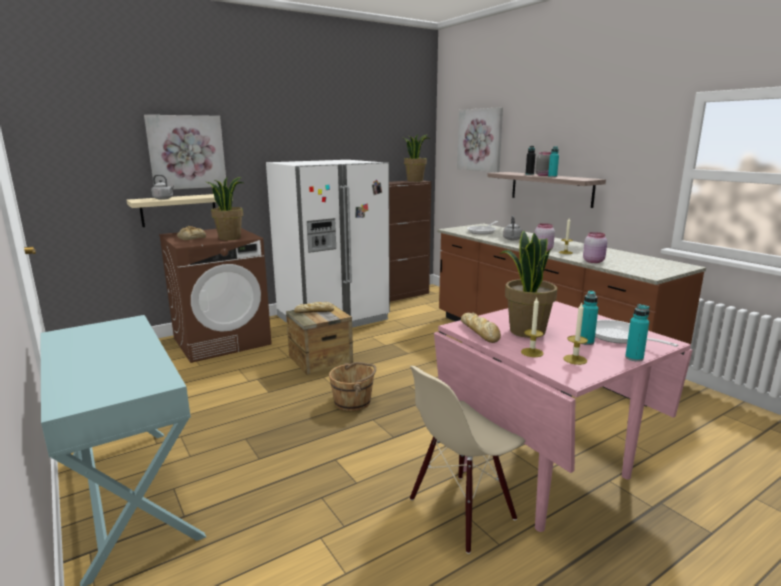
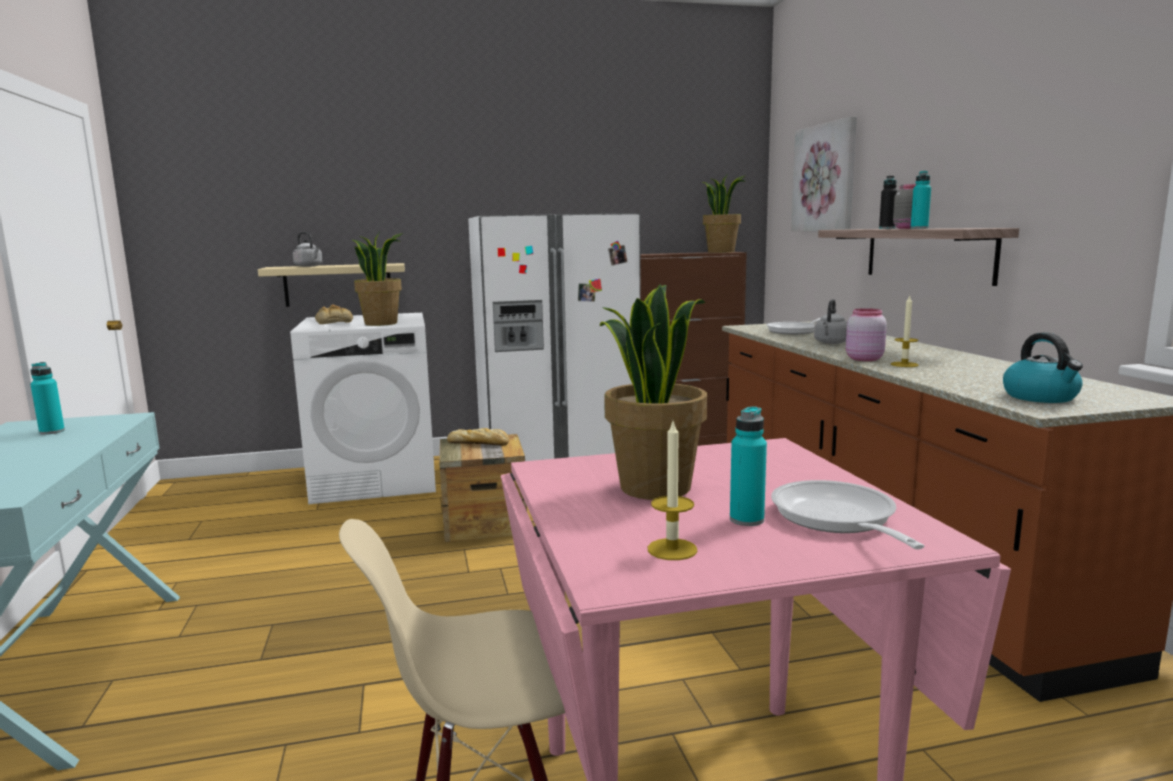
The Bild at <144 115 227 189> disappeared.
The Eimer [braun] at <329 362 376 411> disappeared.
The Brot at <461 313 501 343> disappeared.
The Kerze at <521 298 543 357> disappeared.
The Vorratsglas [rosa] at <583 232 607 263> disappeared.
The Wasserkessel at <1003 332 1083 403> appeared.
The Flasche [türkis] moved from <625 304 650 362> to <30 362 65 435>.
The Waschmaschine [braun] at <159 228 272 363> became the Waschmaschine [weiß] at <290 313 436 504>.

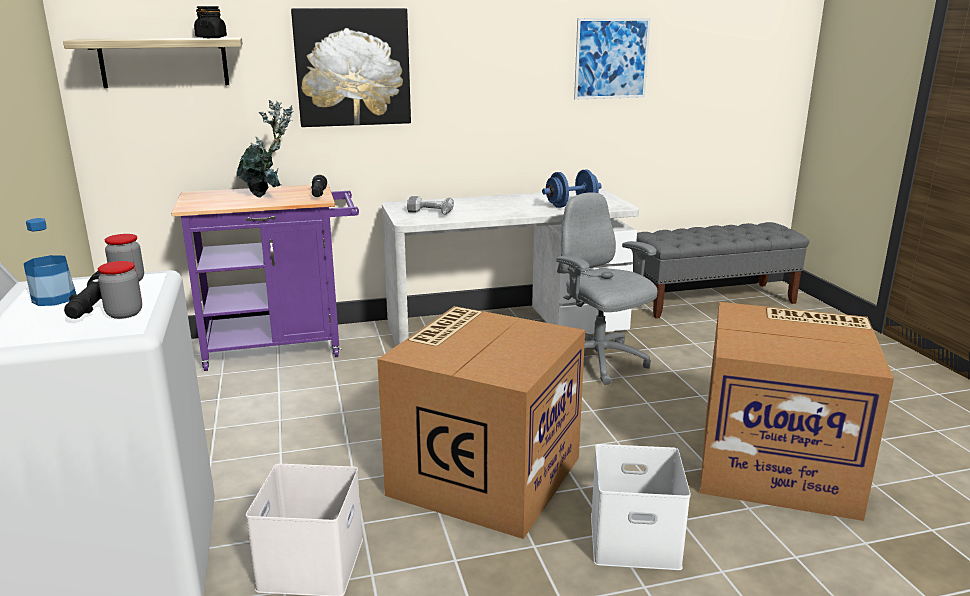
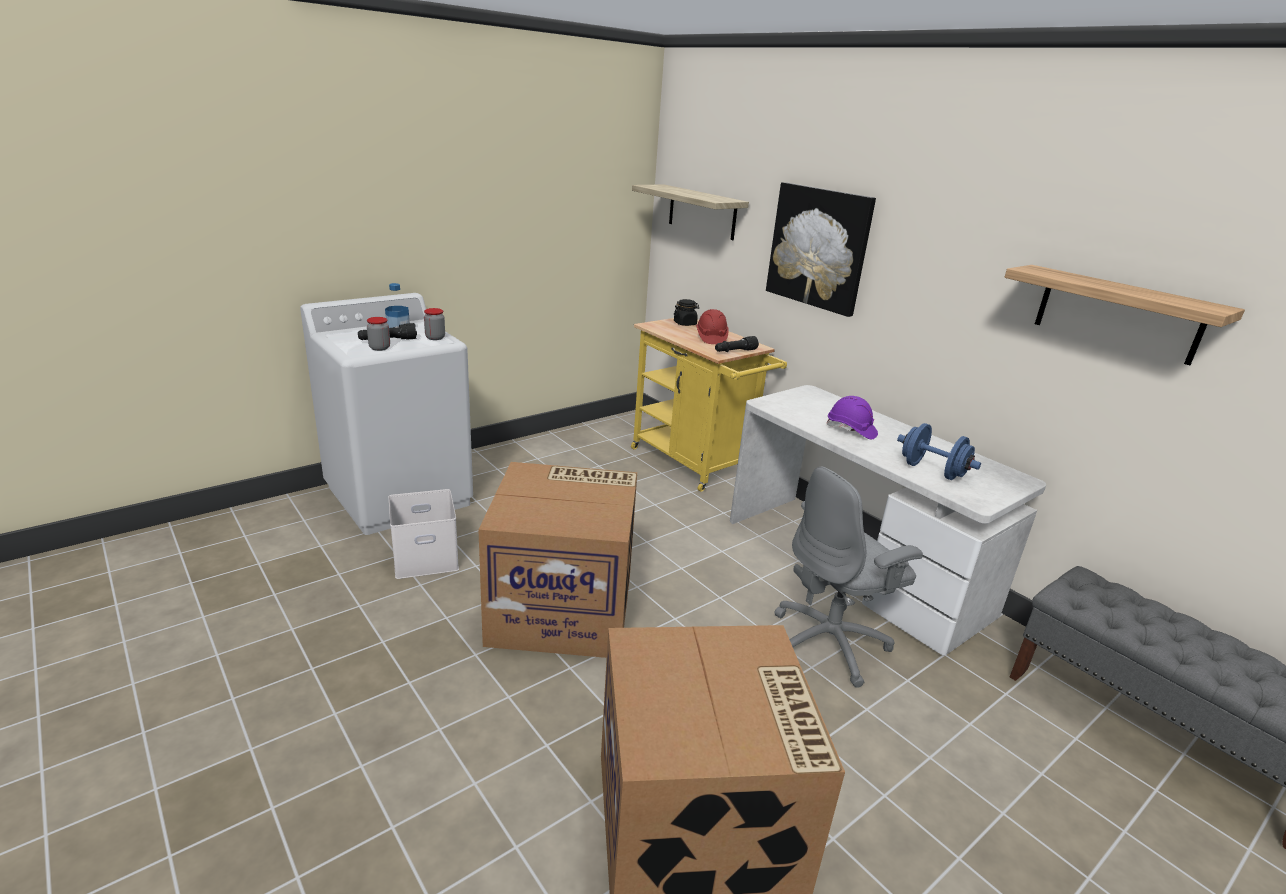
The Bohrmaschine at <407 196 454 215> disappeared.
The Aufbewahrungsbox [weiß] at <591 444 690 570> disappeared.
The Schutzhelm [lila] at <827 396 878 439> appeared.
The Vorratsglas [schwarz] moved from <194 6 227 38> to <674 299 699 326>.
The Topfpflanze at <236 100 293 198> was replaced by the Schutzhelm [rot] at <696 309 729 344>.
The Bild at <574 18 651 100> was replaced by the Wandregal at <1004 265 1245 365>.
The Rollwagen [lila] at <172 184 359 371> became the Rollwagen [gelb] at <631 318 787 492>.
The Bürostuhl [grau] at <556 192 658 385> turned 150 degrees counterclockwise.

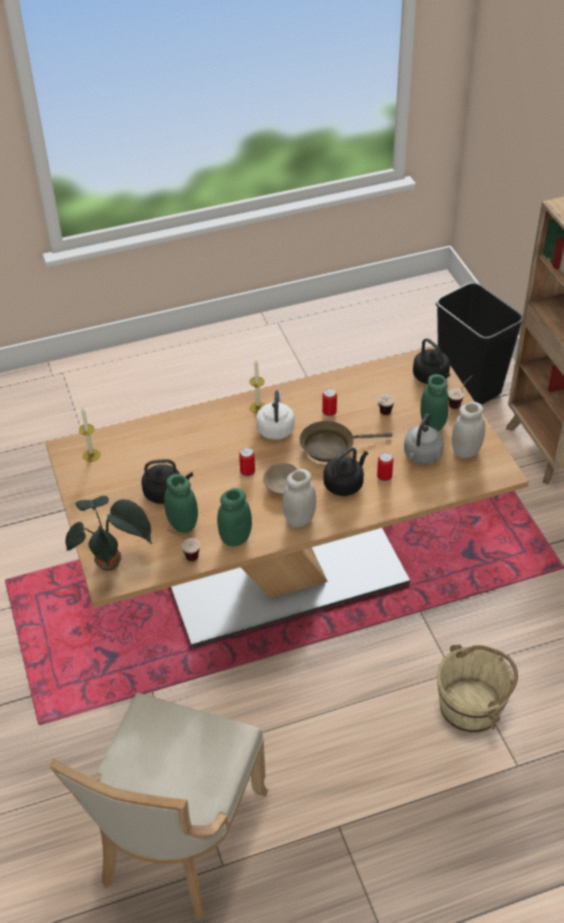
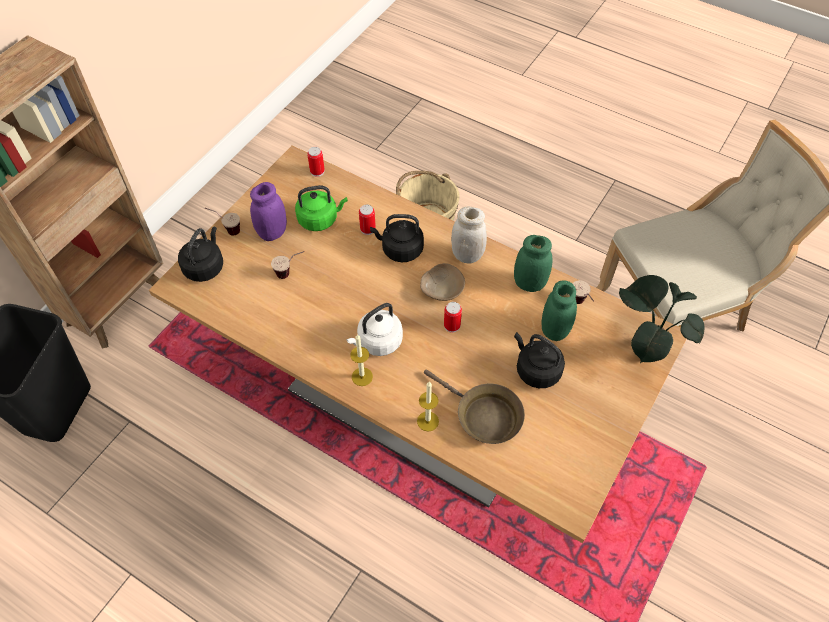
The Vorratsglas [weiß] at <452 402 485 458> disappeared.
The Kerze moved from <79 407 101 462> to <417 382 439 431>.
The Pfanne [braun] moved from <299 421 393 462> to <424 369 525 444>.
The Dose moved from <322 388 337 418> to <307 147 325 177>.
The Wasserkessel [grau] at <404 414 444 464> became the Wasserkessel [grün] at <295 185 348 231>.
The Vorratsglas [grün] at <421 374 449 431> became the Vorratsglas [lila] at <250 182 287 241>.

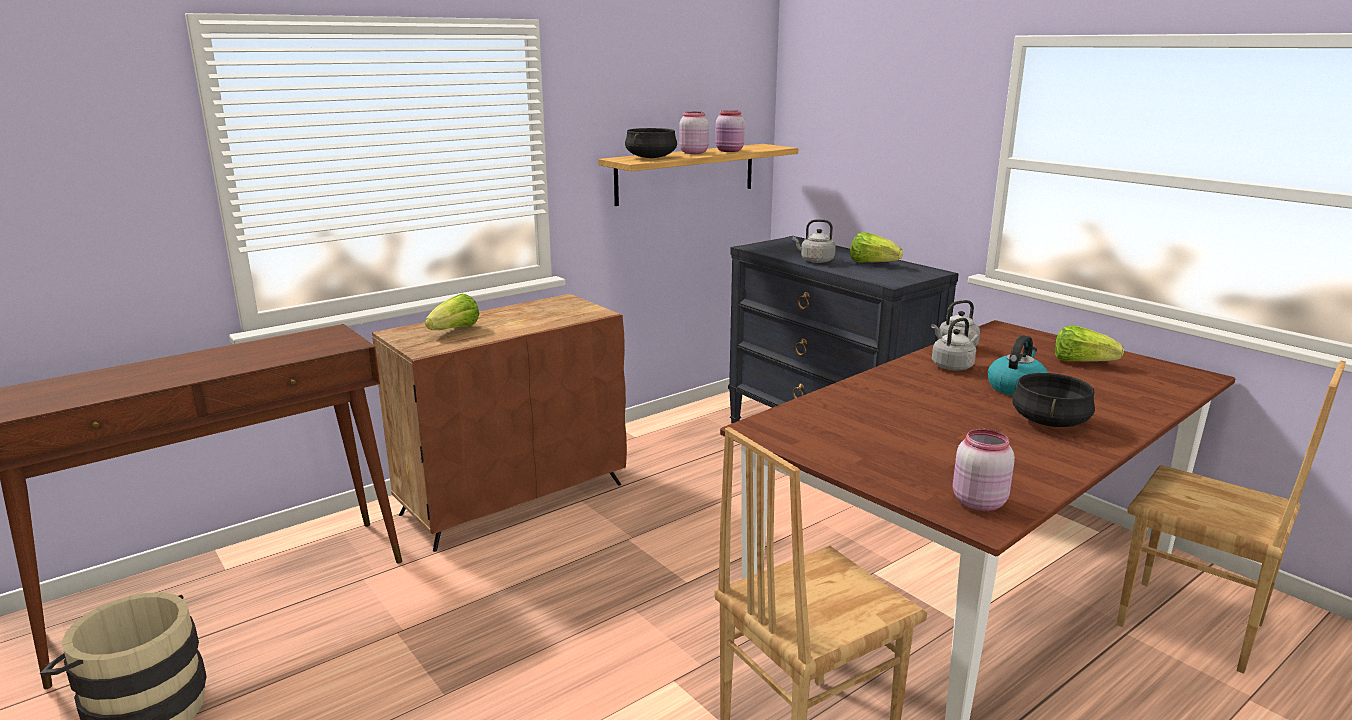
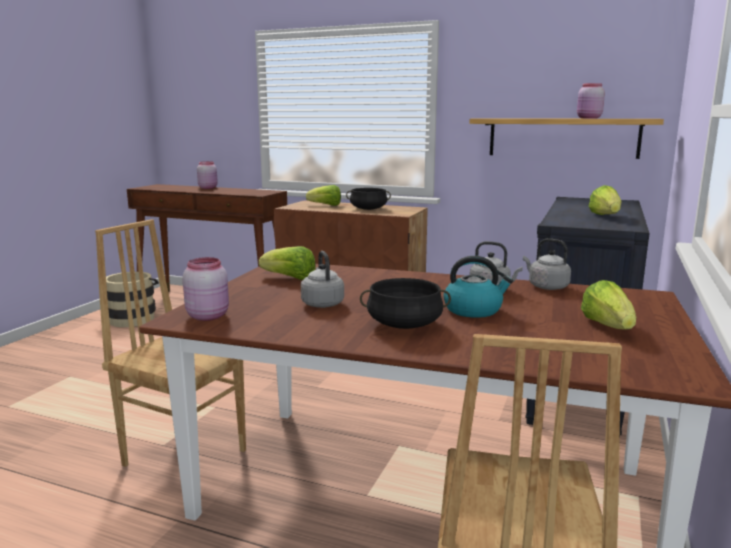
The Salatkopf at <259 246 316 280> appeared.
The Kochtopf [schwarz] moved from <625 128 677 158> to <346 188 391 210>.
The Vorratsglas [rosa] moved from <679 112 709 154> to <197 161 218 189>.
The Wasserkessel [grau] moved from <793 219 836 263> to <301 251 344 308>.

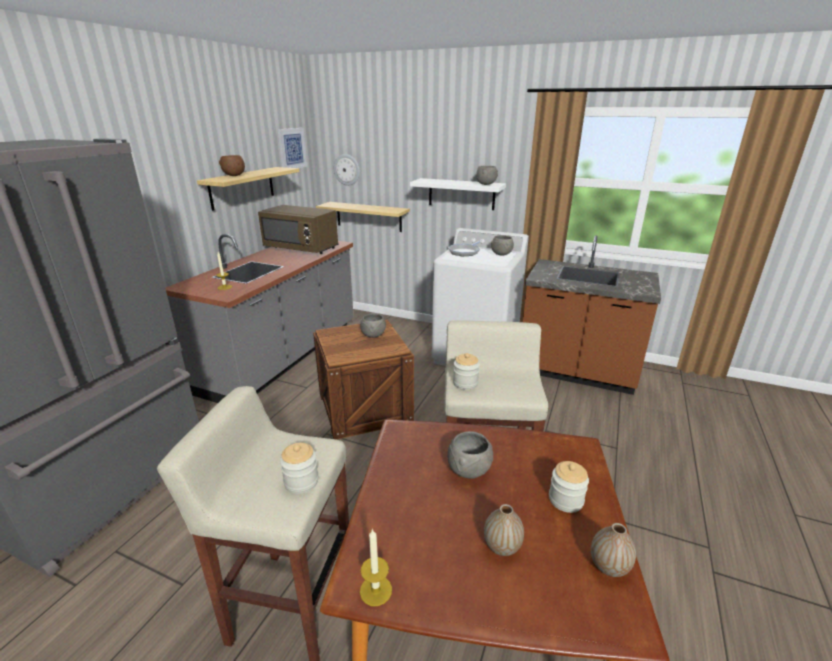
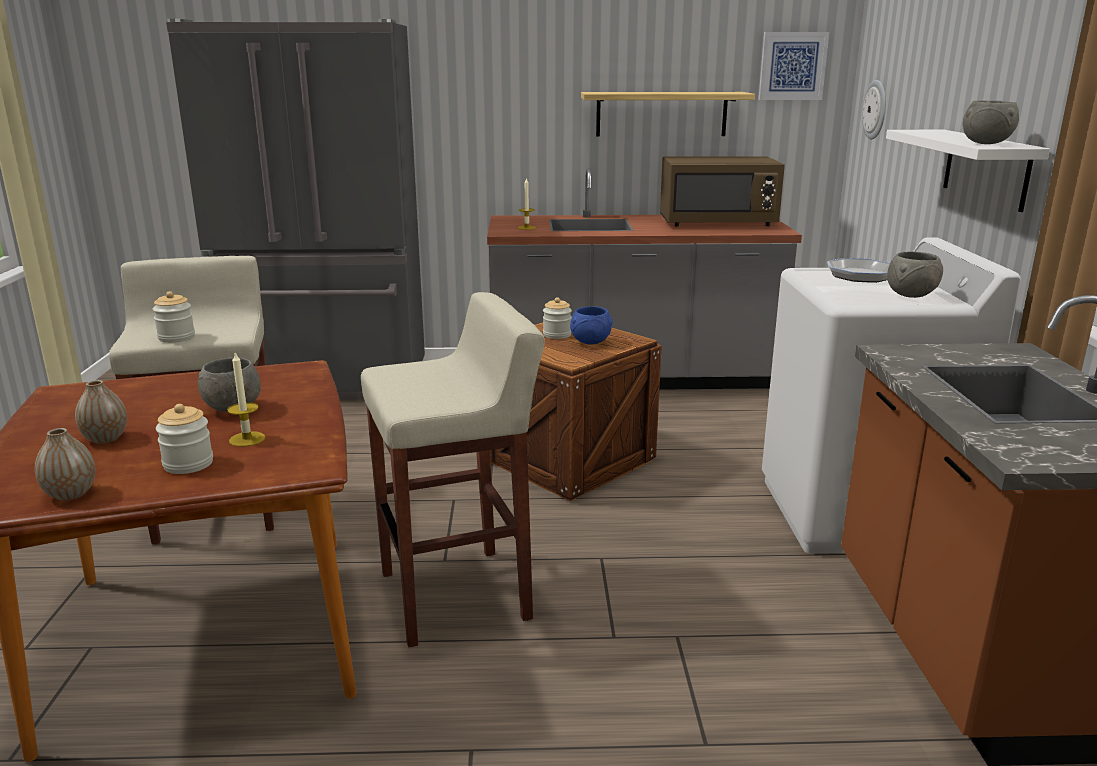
The Schüssel [braun] at <219 155 245 176> disappeared.
The Wandregal at <316 202 410 232> disappeared.
The Kerze moved from <360 528 392 606> to <227 352 265 447>.
The Vorratsglas moved from <453 353 480 390> to <543 297 572 339>.
The Schüssel [grau] at <360 313 386 338> became the Schüssel [blau] at <570 306 613 345>.
The Mikrowelle [braun] at <258 205 339 254> turned 90 degrees counterclockwise.

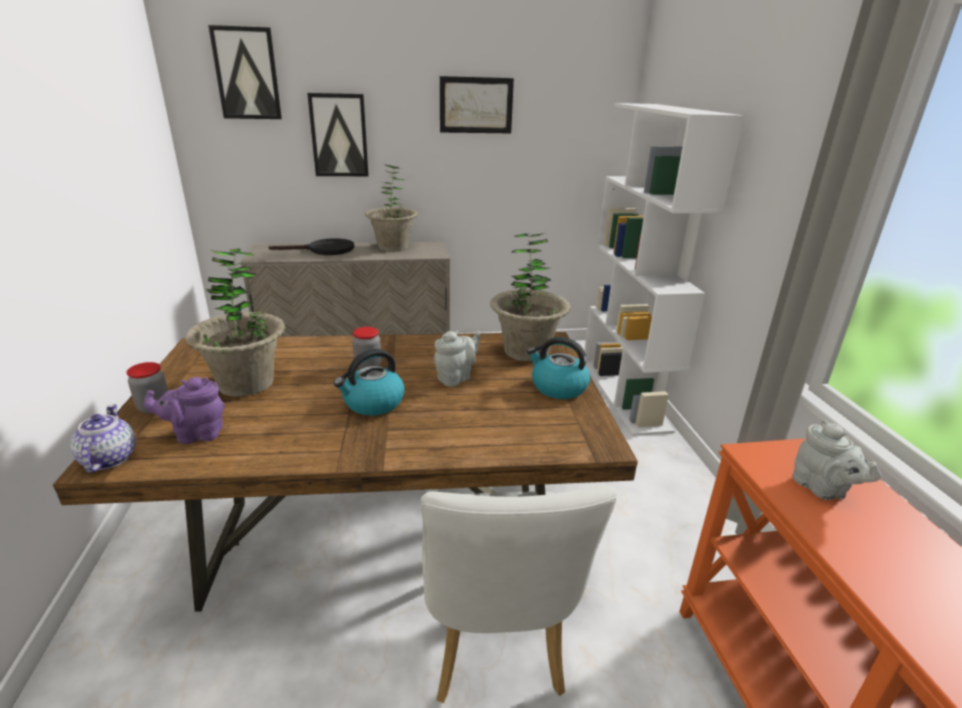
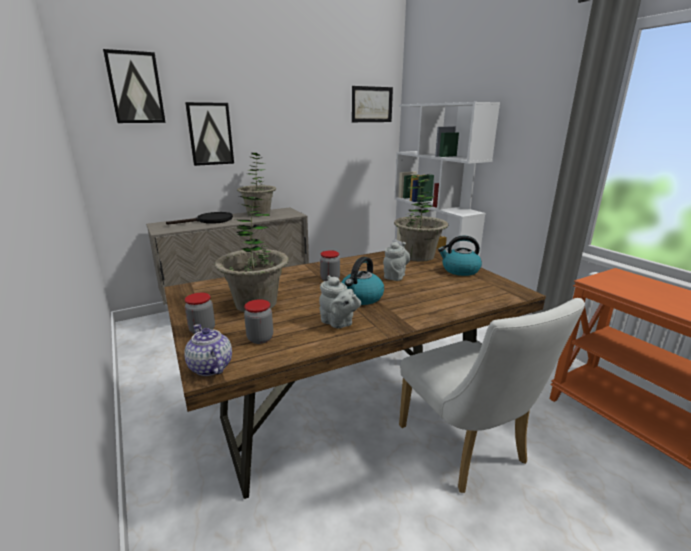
The Bild moved from <440 76 514 133> to <352 86 393 122>.
The Teekanne [grau] moved from <792 419 881 500> to <319 276 361 328>.
The Teekanne [lila] at <144 377 225 444> was replaced by the Vorratsglas at <244 299 273 344>.

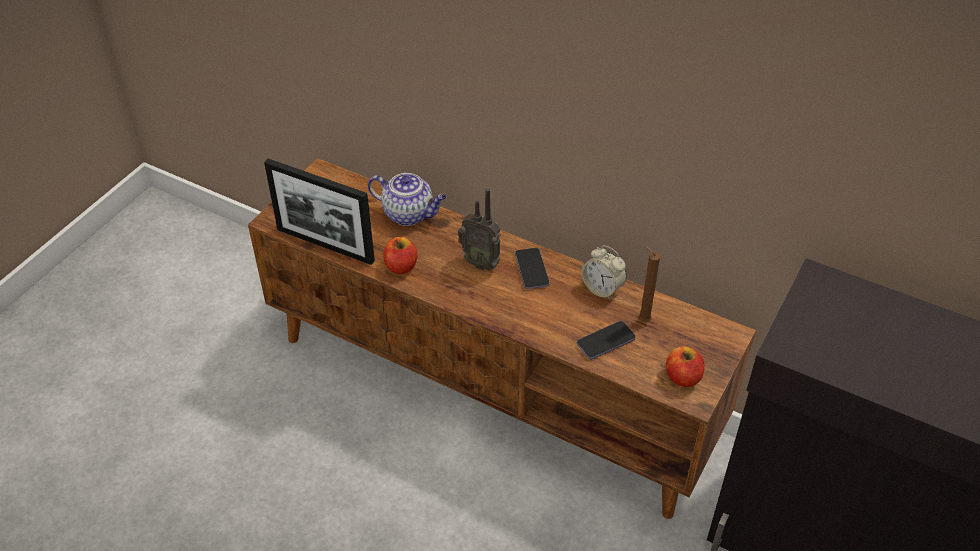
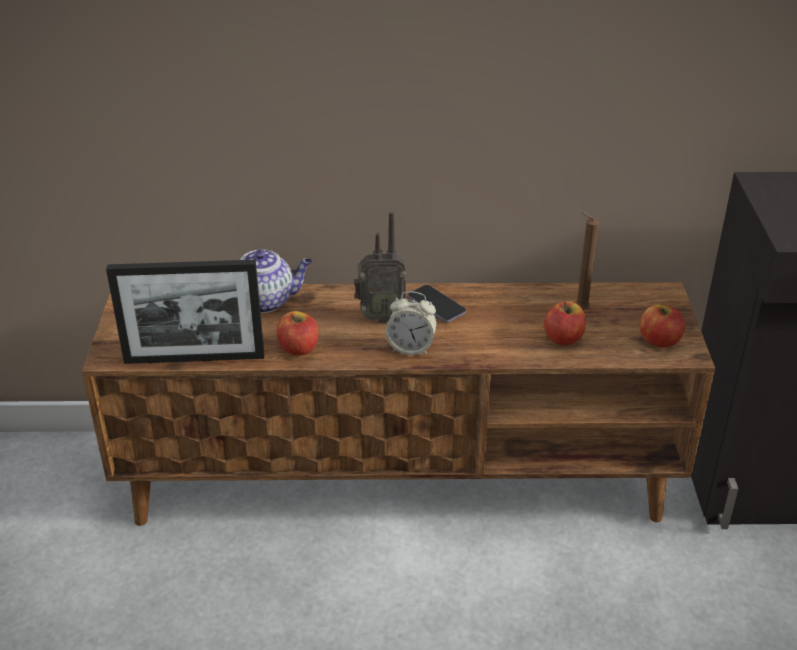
The Wecker moved from <581 245 627 300> to <385 291 437 355>.
The Handy at <577 321 636 359> was replaced by the Apfel at <544 301 586 345>.

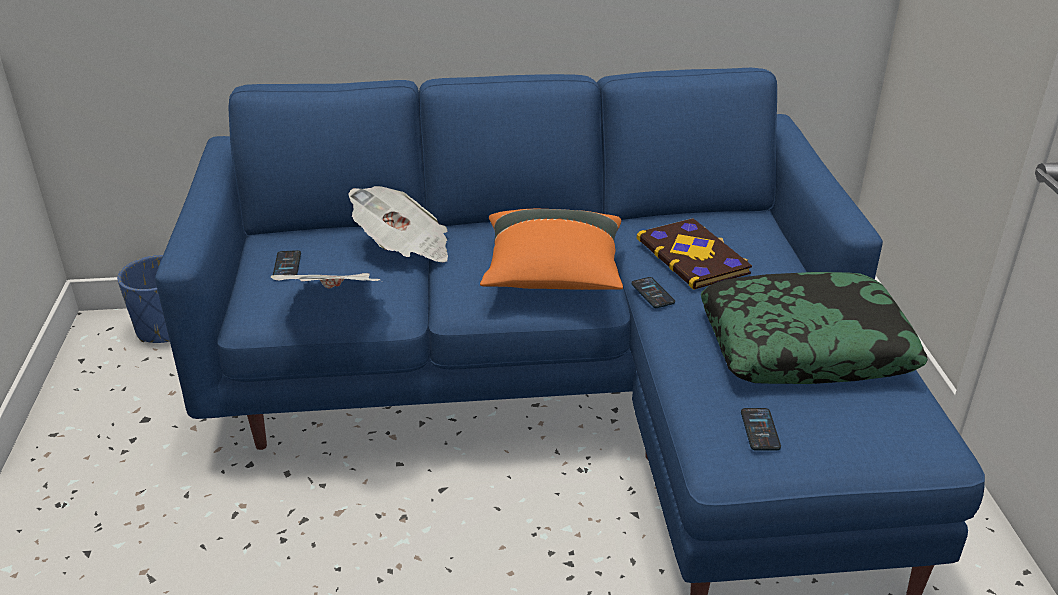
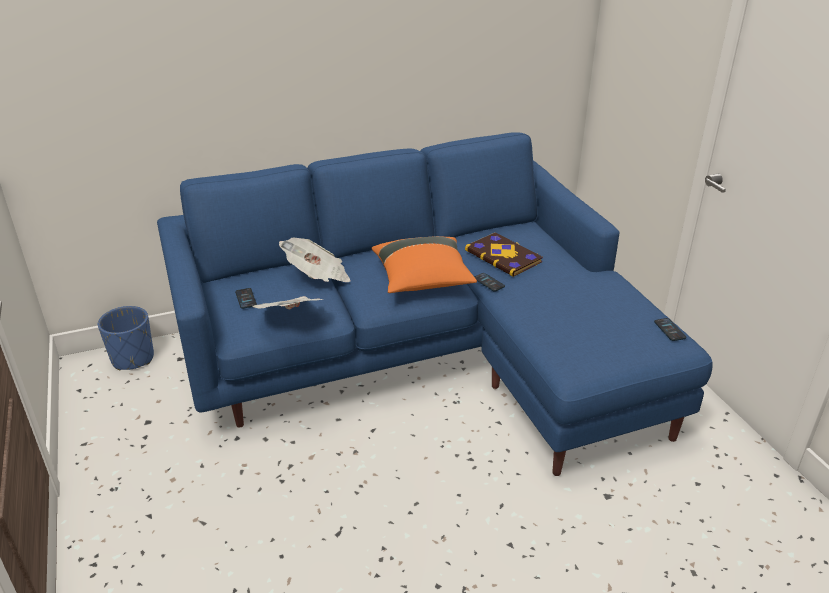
The Kissen at <701 272 928 384> disappeared.
The Handy moved from <741 408 781 451> to <654 318 686 341>.

